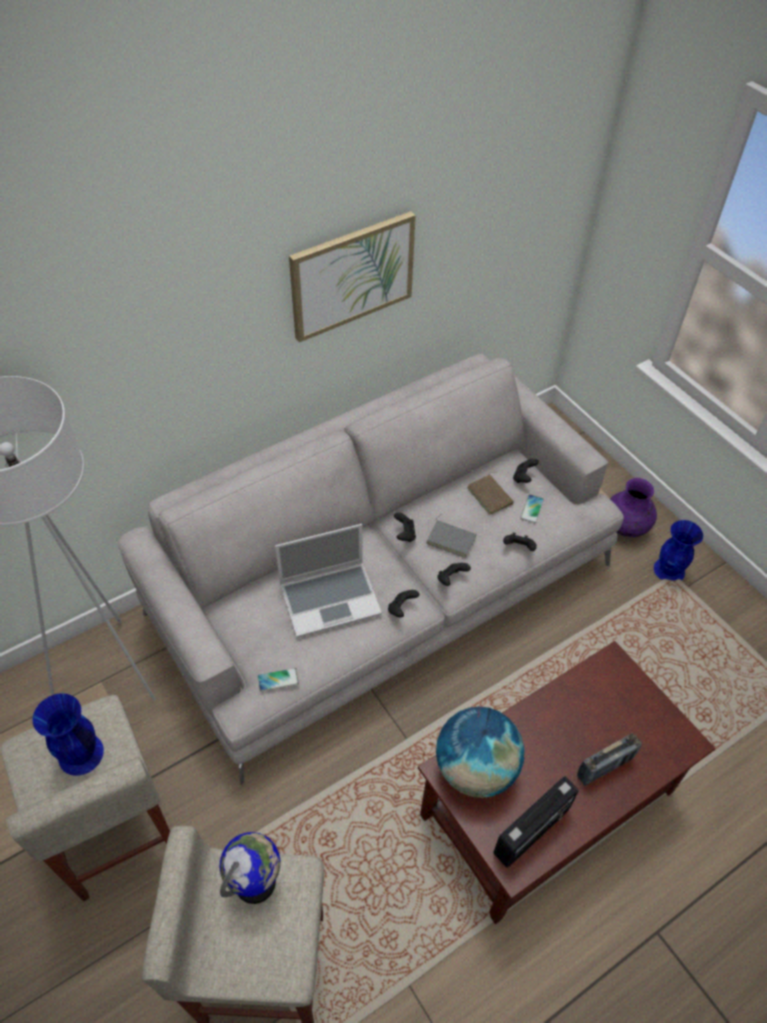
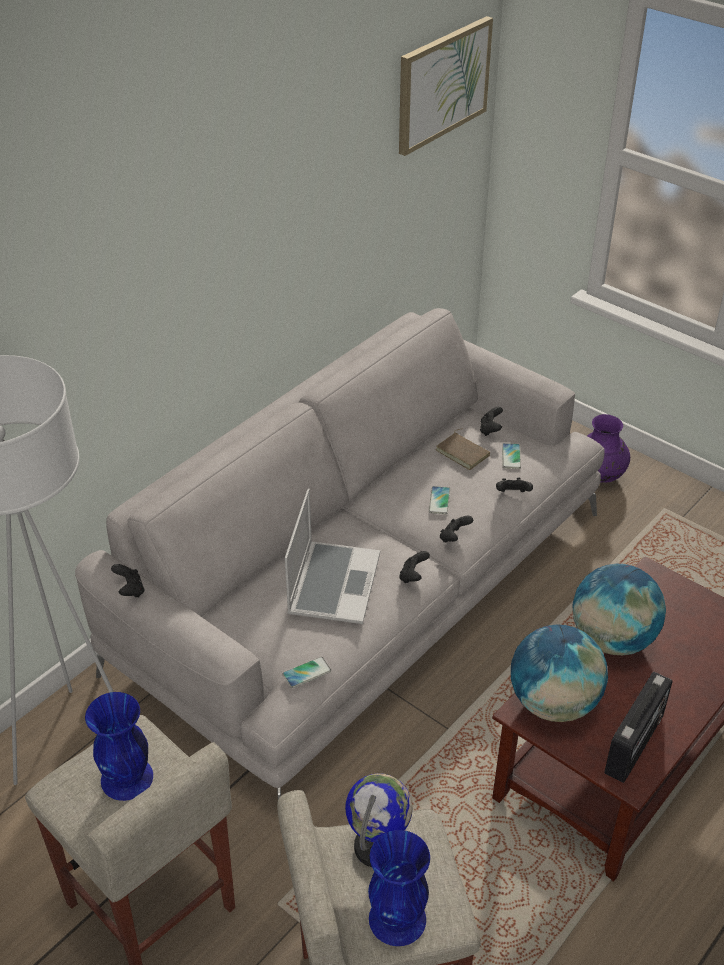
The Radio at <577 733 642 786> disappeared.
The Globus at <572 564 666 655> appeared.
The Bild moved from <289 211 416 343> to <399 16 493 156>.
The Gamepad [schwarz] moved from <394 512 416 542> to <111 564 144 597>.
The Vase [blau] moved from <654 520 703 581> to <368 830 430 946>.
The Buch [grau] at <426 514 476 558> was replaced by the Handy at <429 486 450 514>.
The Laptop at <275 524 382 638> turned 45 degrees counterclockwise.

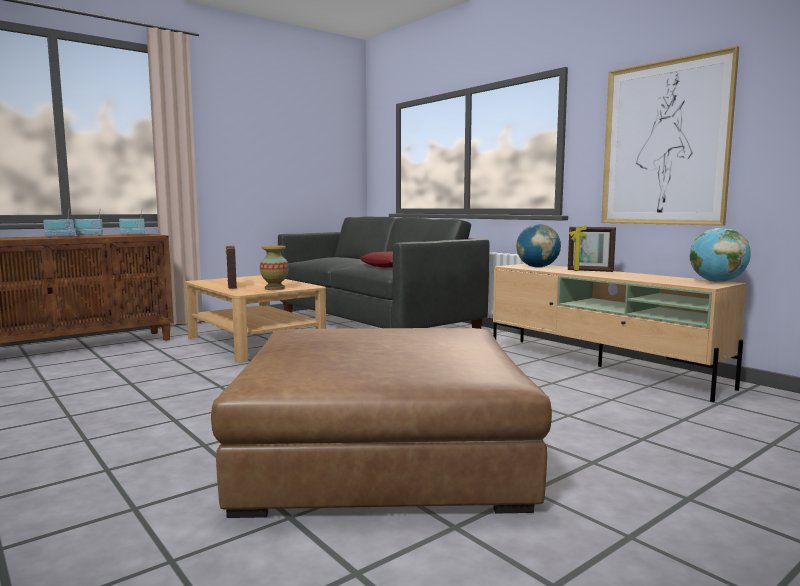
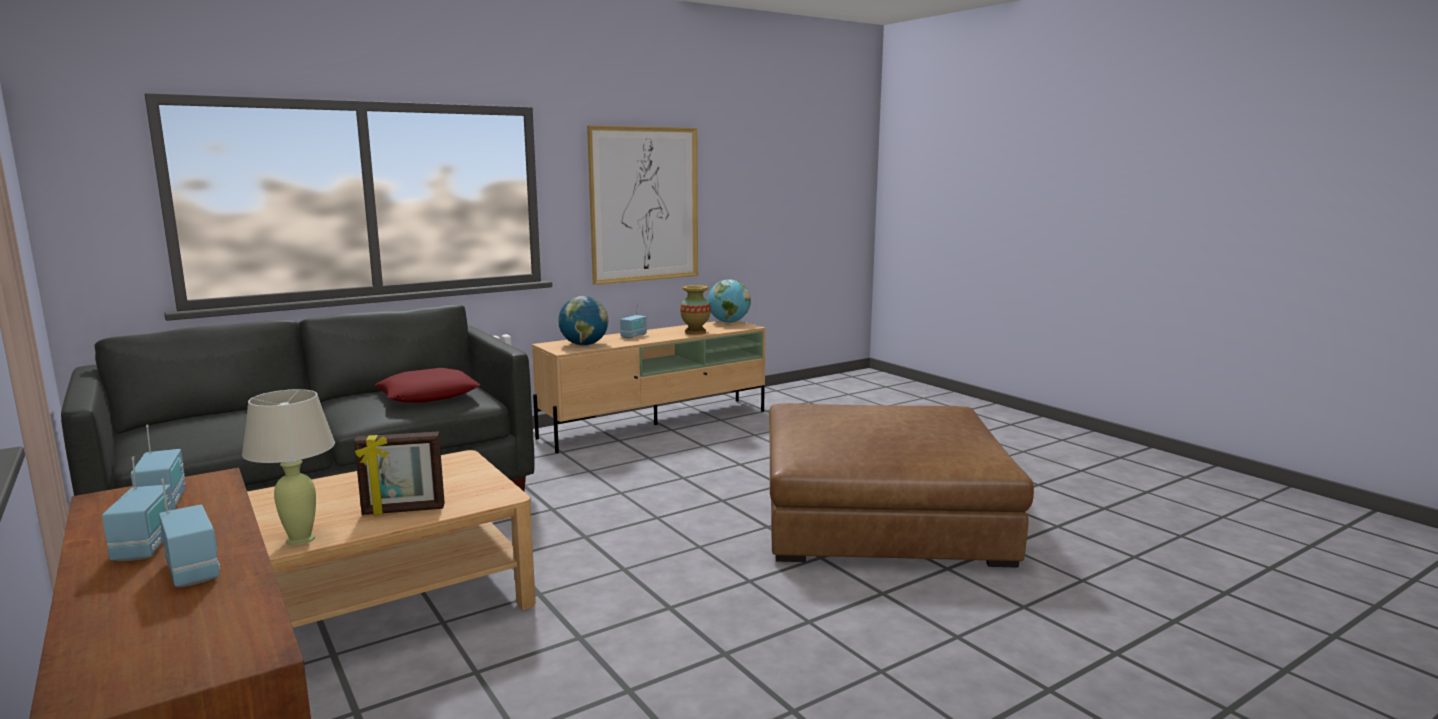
The Tischlampe [beige] at <242 389 335 545> appeared.
The Vase moved from <260 246 289 290> to <680 285 711 335>.
The Bilderrahmen at <568 225 616 272> was replaced by the Radio at <620 303 647 339>.

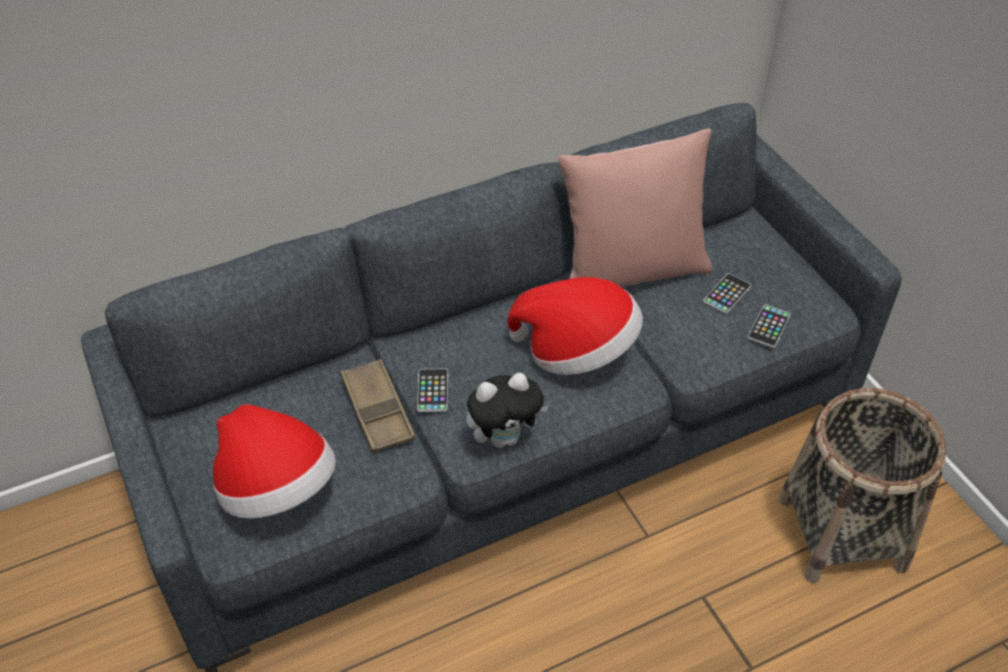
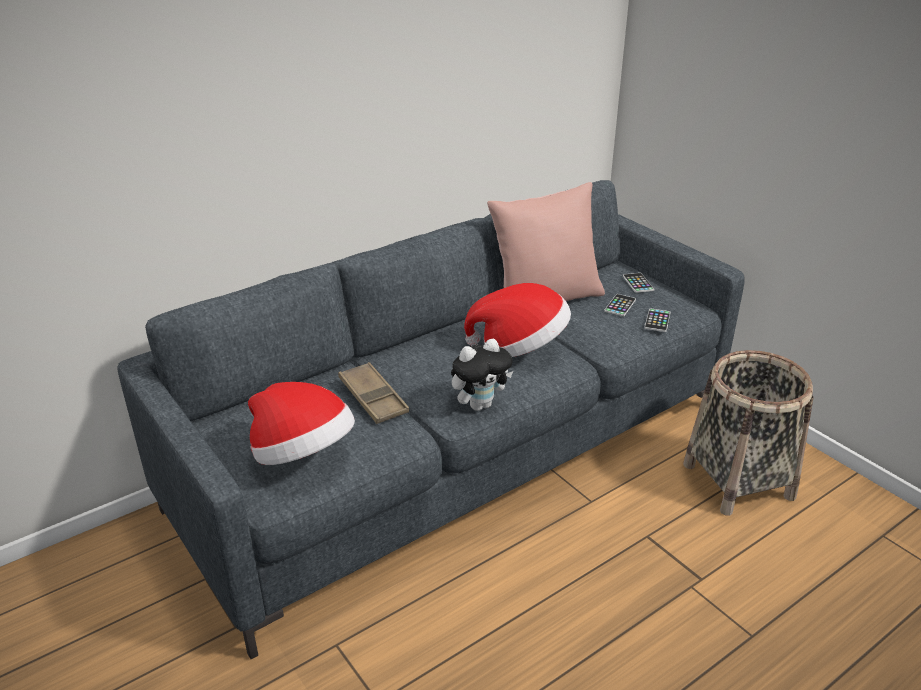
The Handy moved from <417 369 449 412> to <623 273 654 293>.

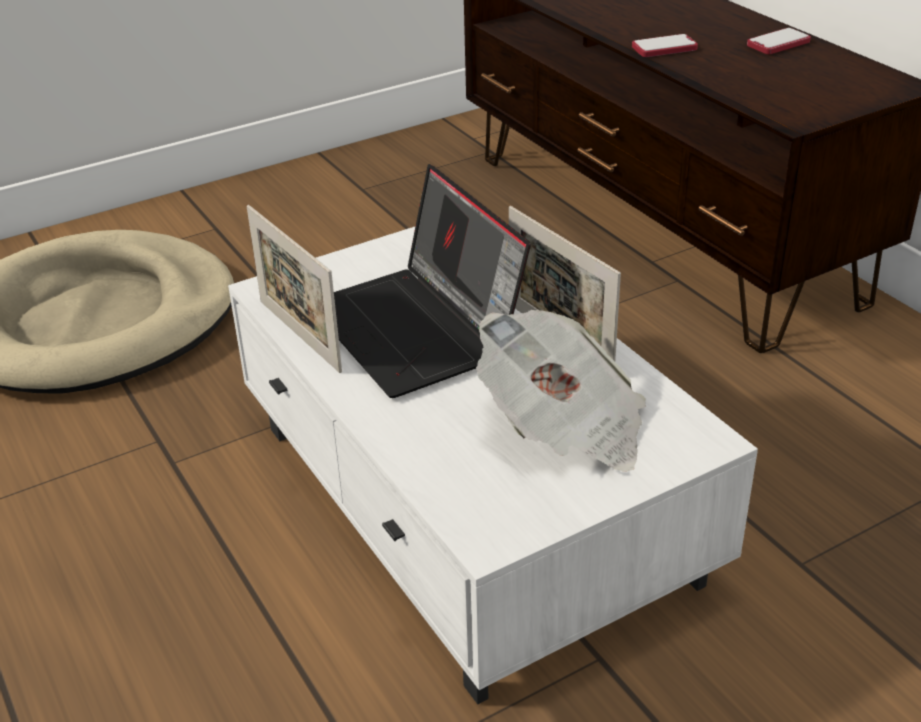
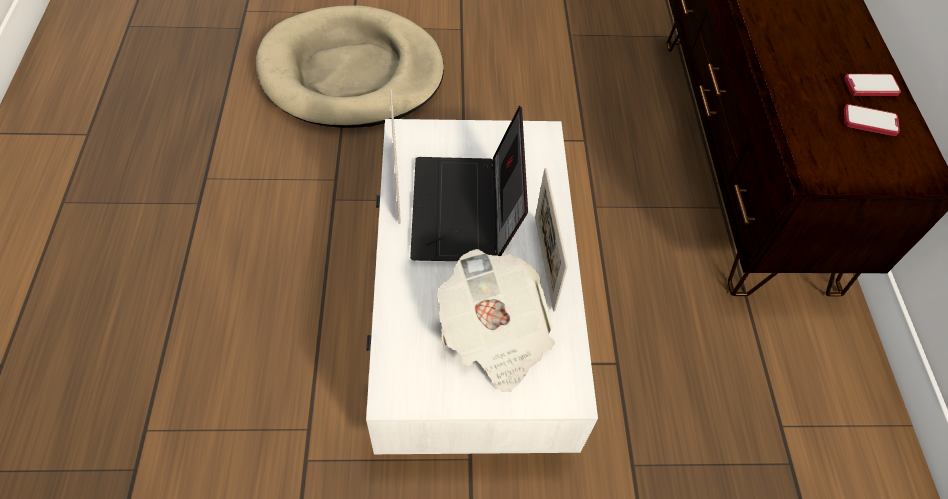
The Handy moved from <632 34 698 57> to <844 104 900 136>.

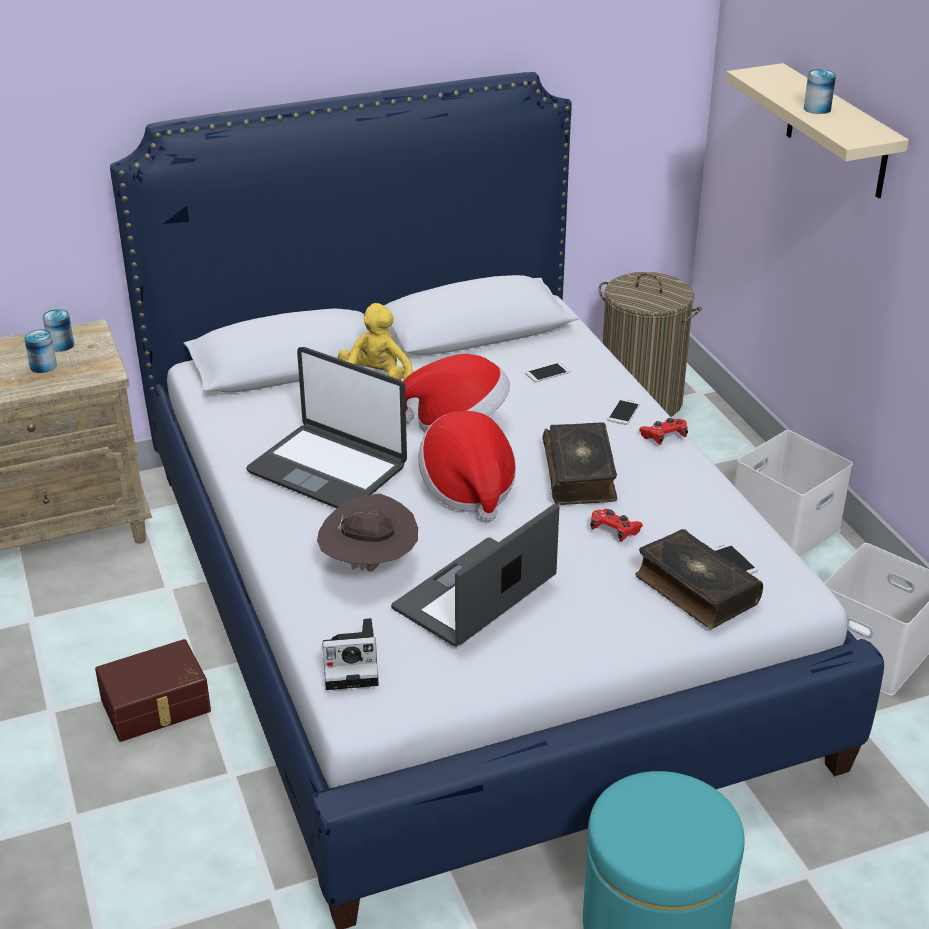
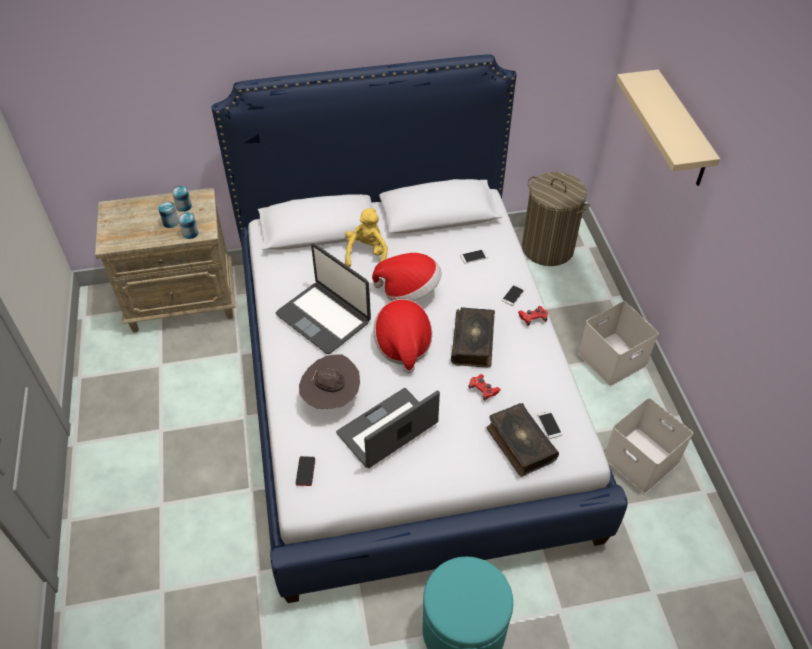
The Aufbewahrungsbox [braun] at <95 639 211 742> disappeared.
The Dose moved from <804 69 836 114> to <178 212 198 239>.
The Kamera at <322 618 379 690> was replaced by the Handy at <296 456 315 486>.

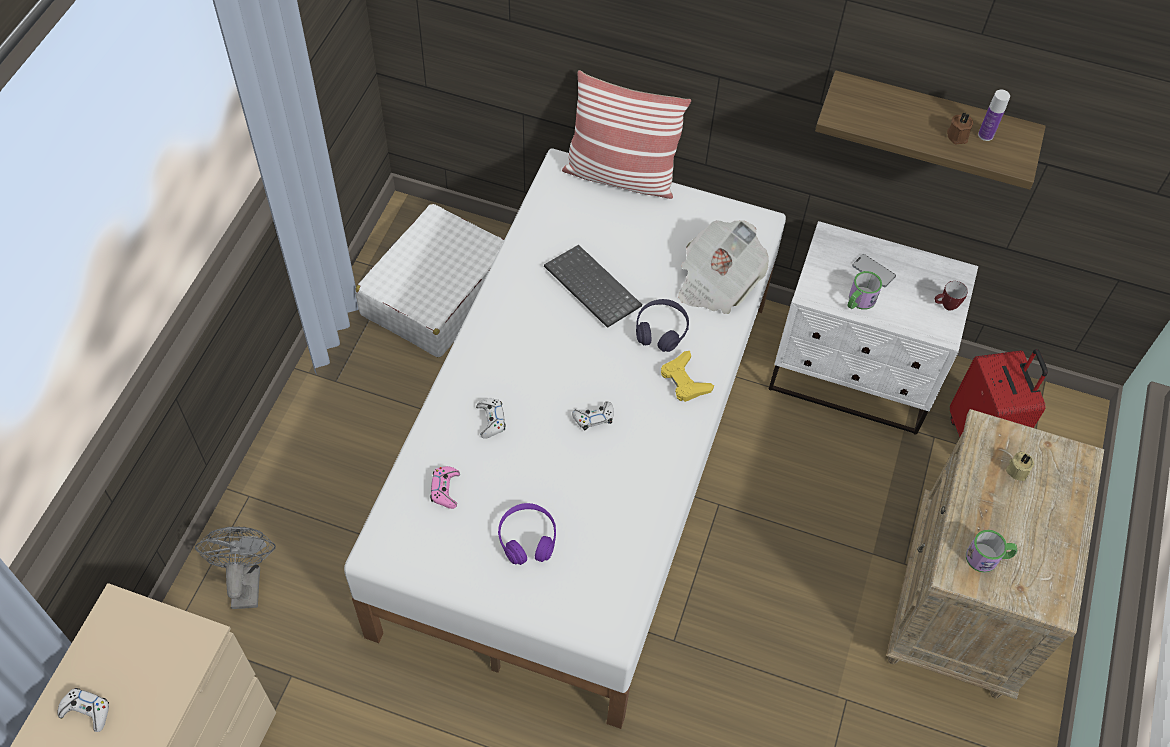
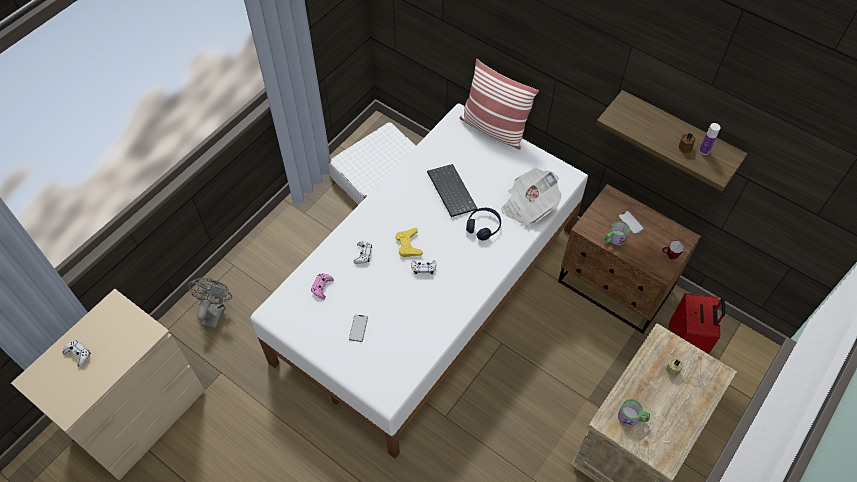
The Gamepad [gelb] moved from <661 351 714 402> to <395 228 423 257>.
The Kopfhörer [lila] at <498 503 556 565> was replaced by the Handy at <349 314 368 342>.
The Nachttisch [weiß] at <769 221 978 435> became the Nachttisch [braun] at <558 184 701 334>.

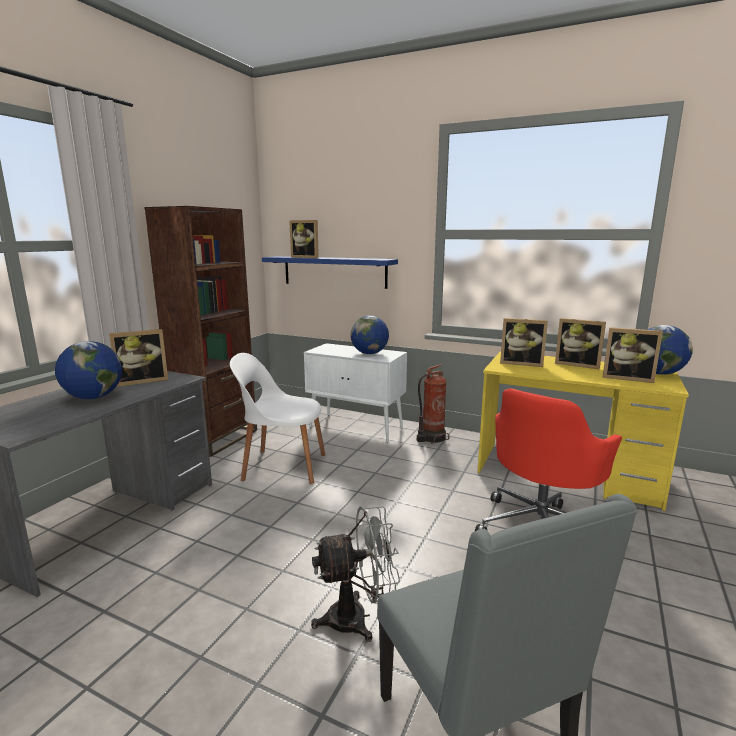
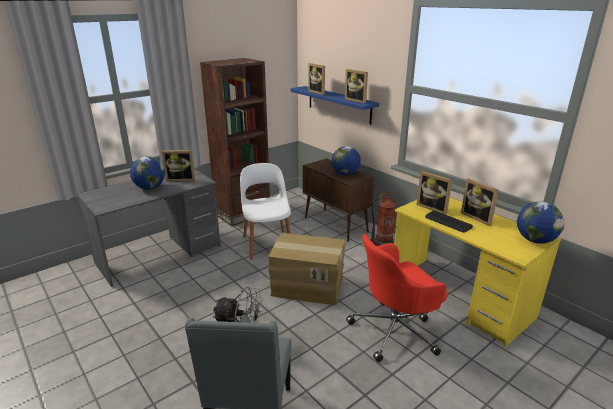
The Karton at <268 233 345 305> appeared.
The Tastatur at <425 210 473 233> appeared.
The Bilderrahmen moved from <603 327 663 383> to <345 69 368 103>.
The Schrank [weiß] at <304 343 407 443> became the Schrank [braun] at <303 158 375 242>.
The Stuhl [weiß] at <230 353 325 484> turned 45 degrees clockwise.

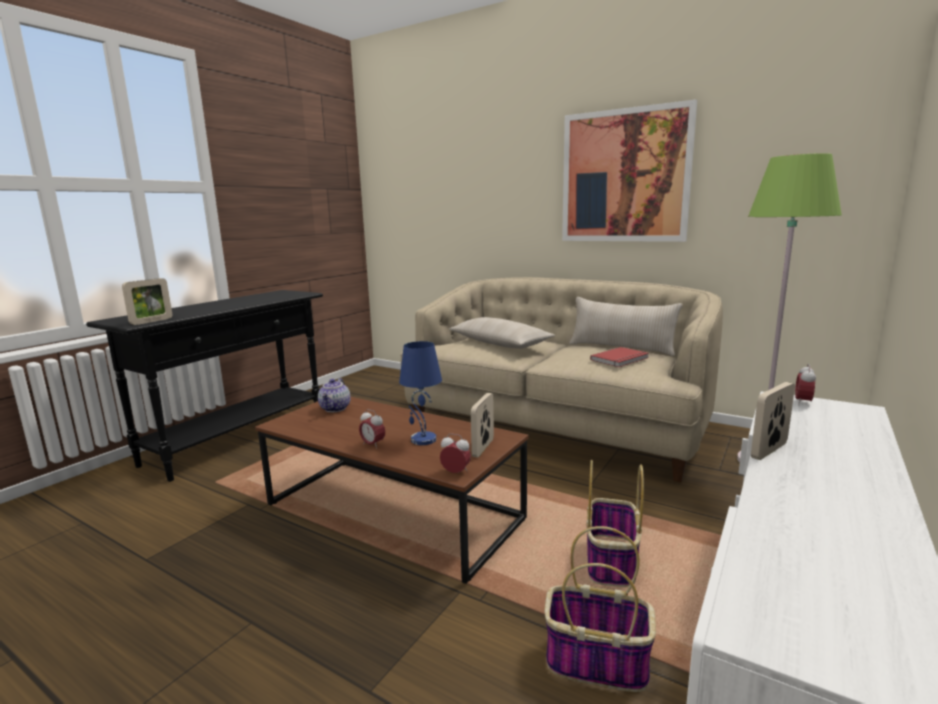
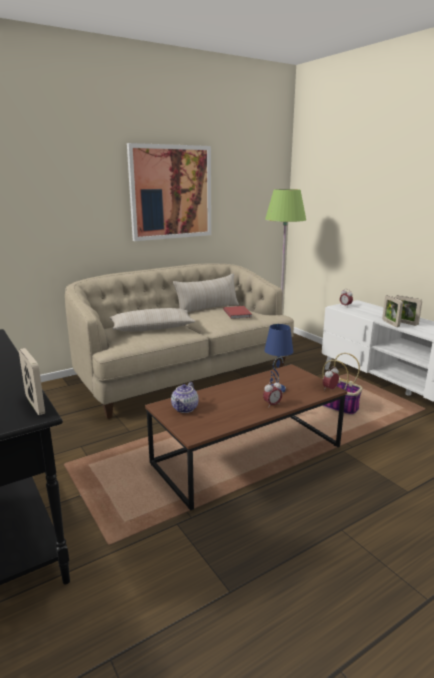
The Korb at <544 526 656 692> disappeared.
The Bilderrahmen moved from <471 393 494 458> to <395 295 422 326>.
The Teekanne at <318 378 350 412> turned 75 degrees clockwise.

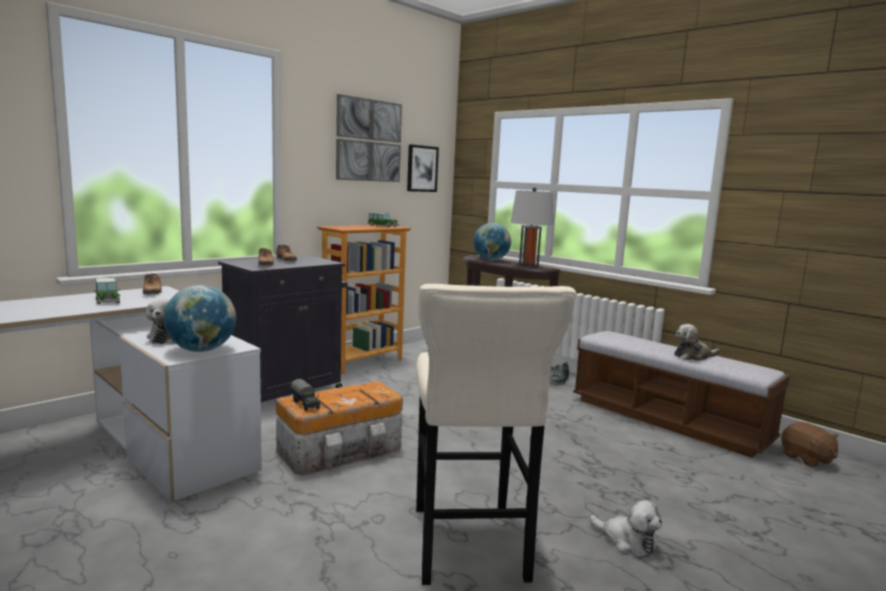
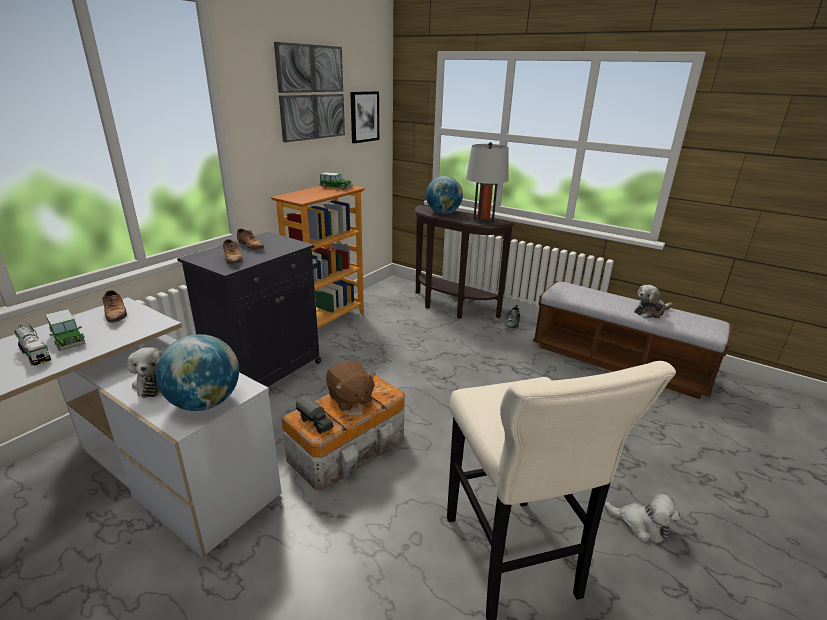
The Spielzeuglaster at <14 325 51 366> appeared.
The Plüschtier [braun] moved from <781 422 839 467> to <326 361 376 411>.

